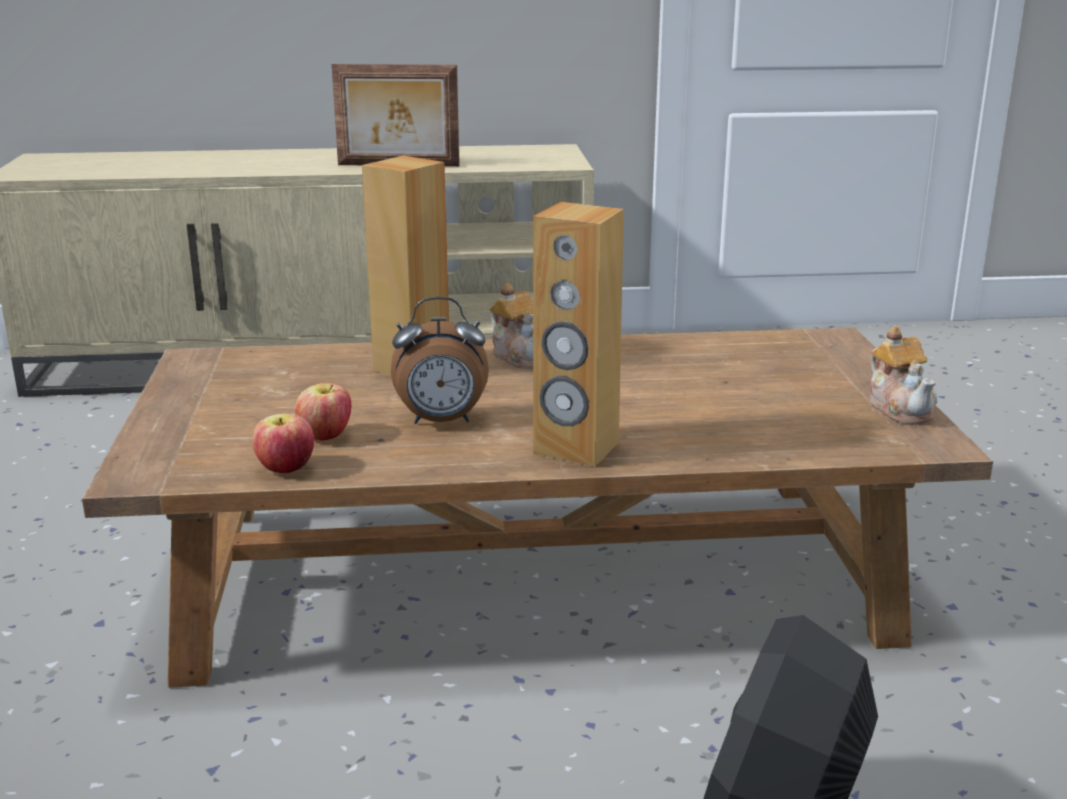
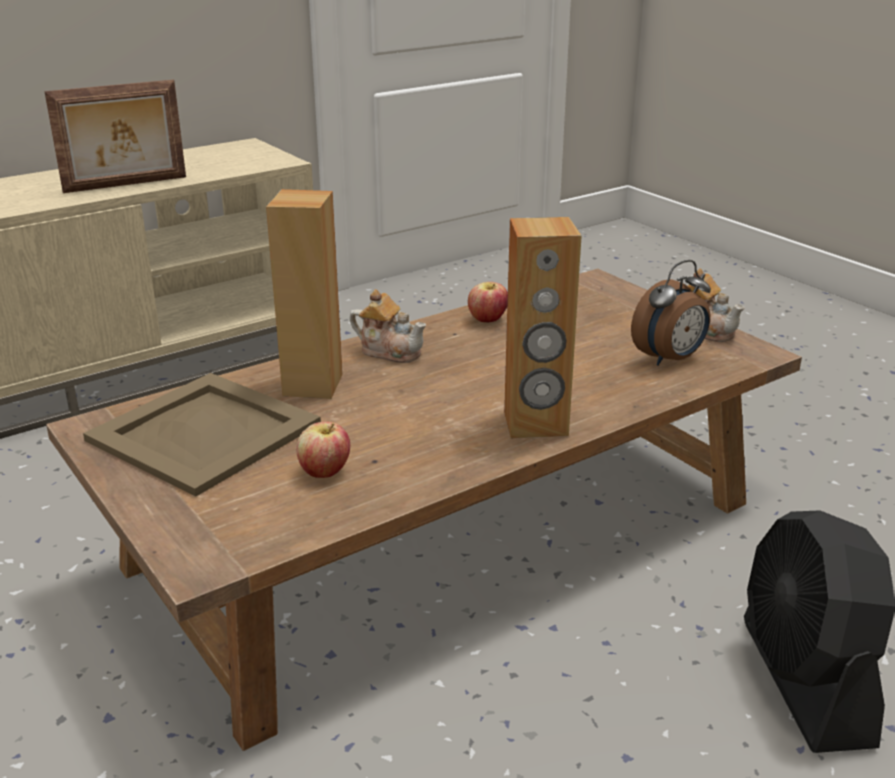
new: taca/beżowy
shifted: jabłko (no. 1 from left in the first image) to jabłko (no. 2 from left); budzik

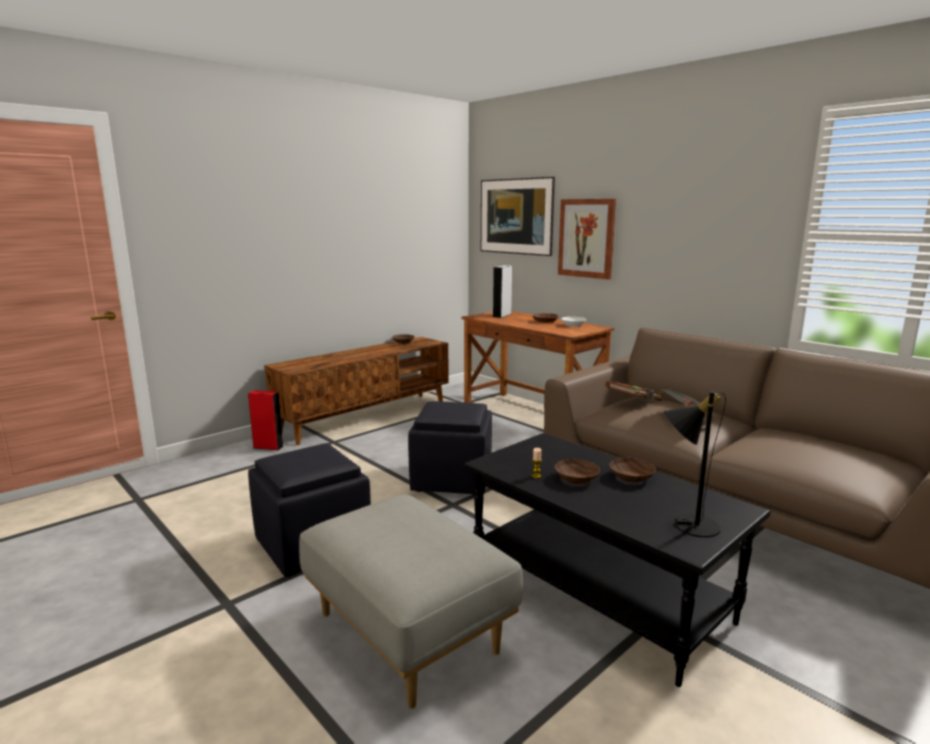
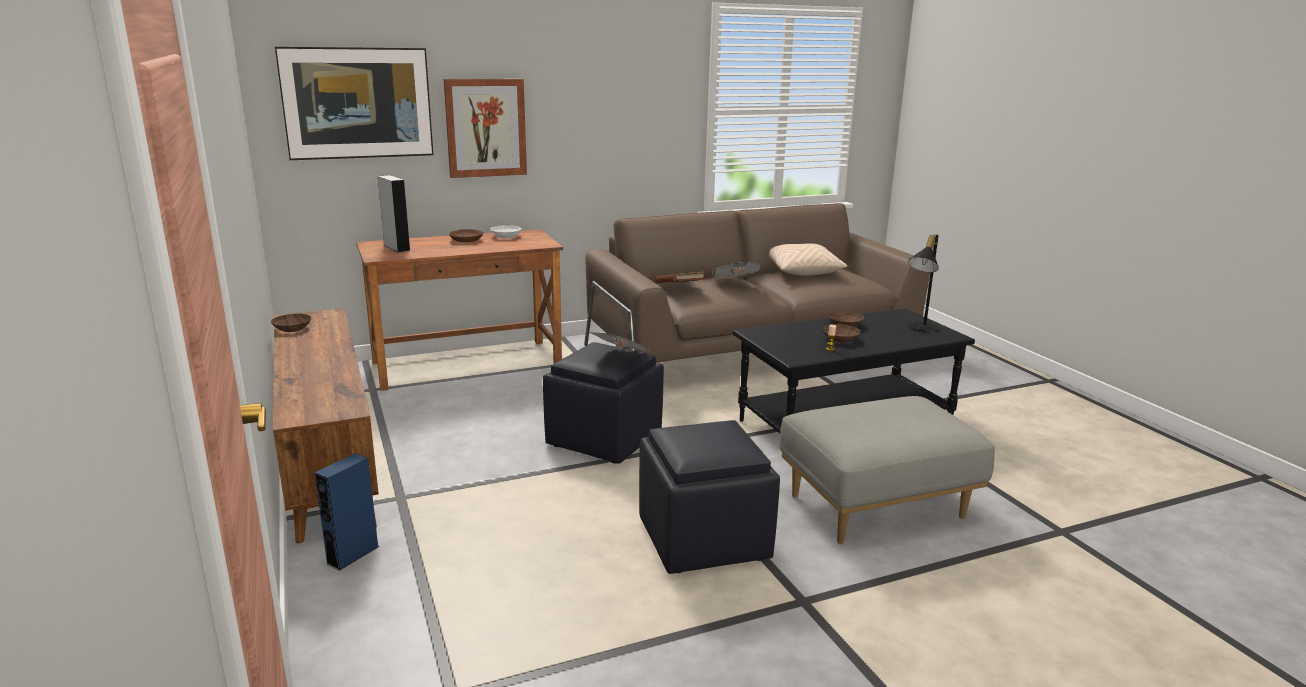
new: gazeta (no. 1 from left); poduszka/beżowy
repainted: głośnik/czerwony to głośnik/niebieski

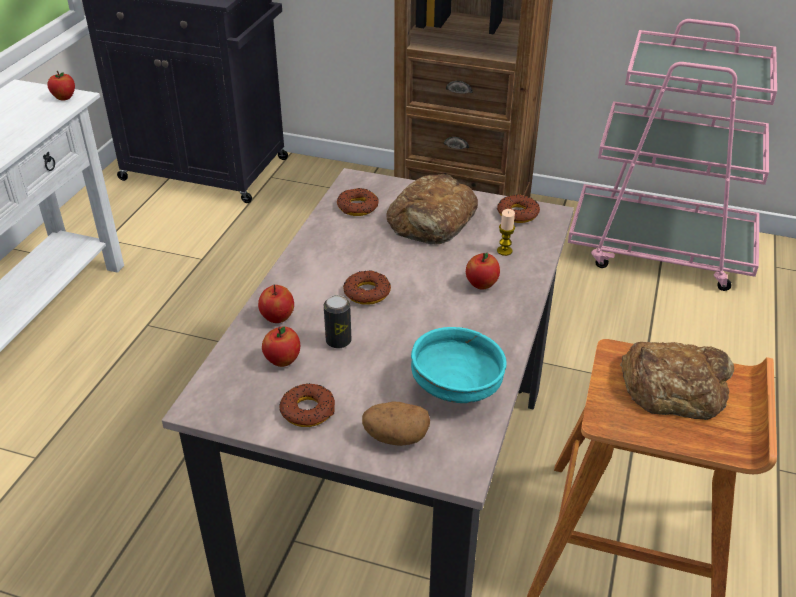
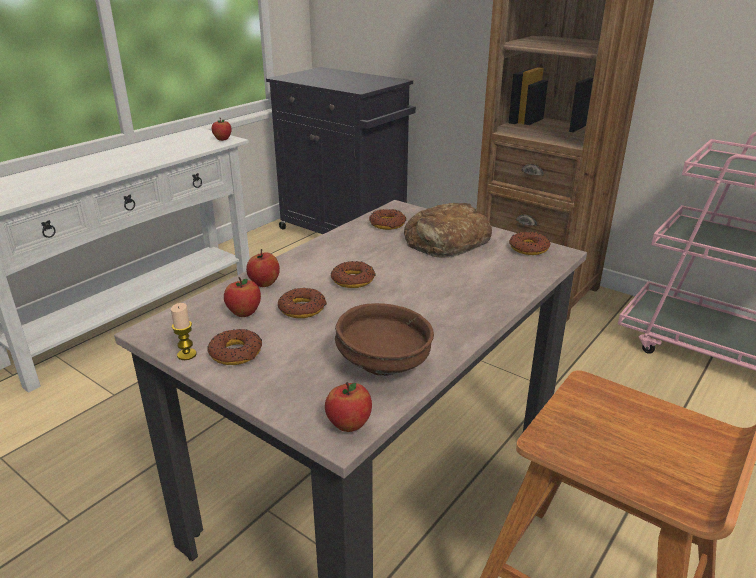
gone: ziemniak; chleb (no. 2 from left)
shifted: świeca; jabłko (no. 4 from left)
swapped: puszka to donut (no. 2 from left)
repainted: miska/turkusowy to miska/brązowy

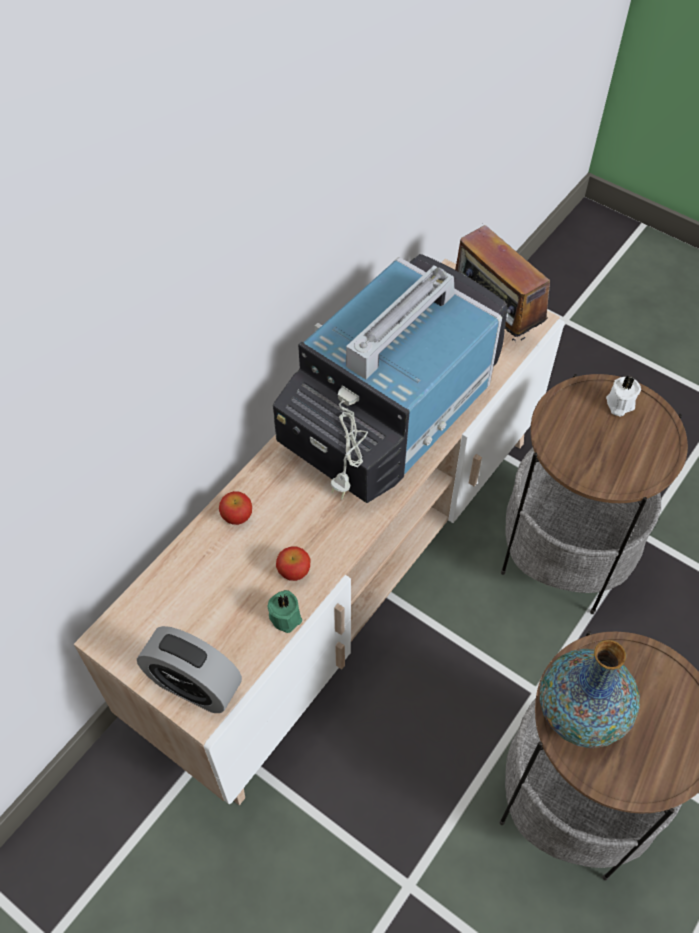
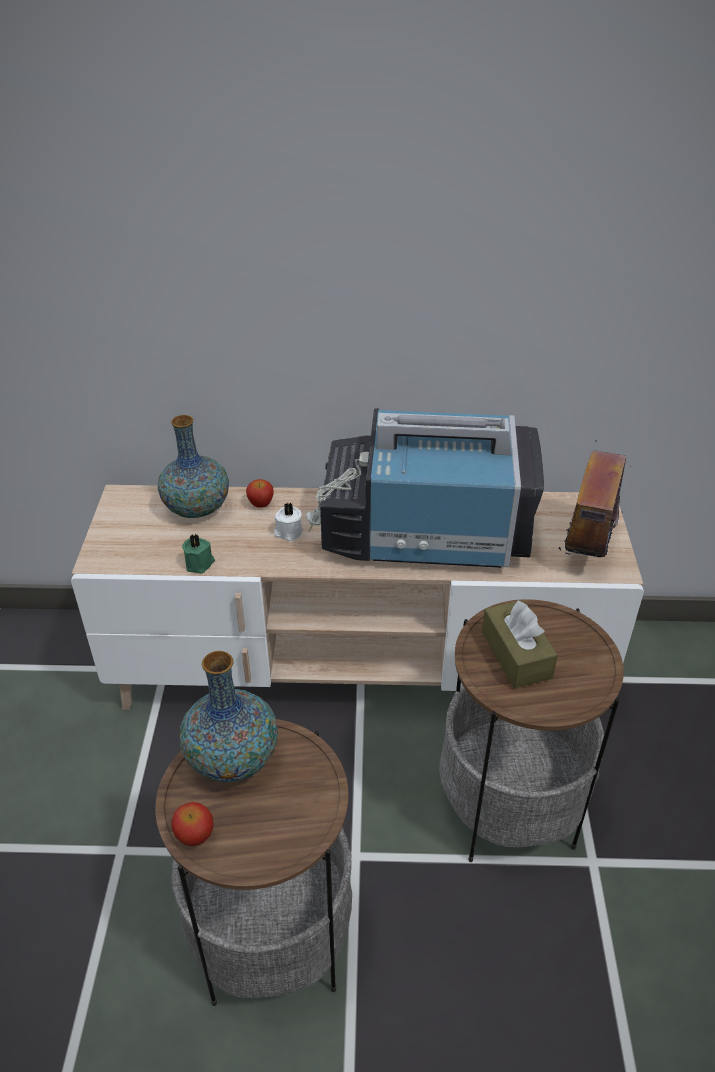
gone: budzik
new: wazon (no. 1 from left); pudełko chusteczek/brązowy
shifted: jabłko (no. 2 from left in the first image) to jabłko (no. 1 from left); świeca/biały

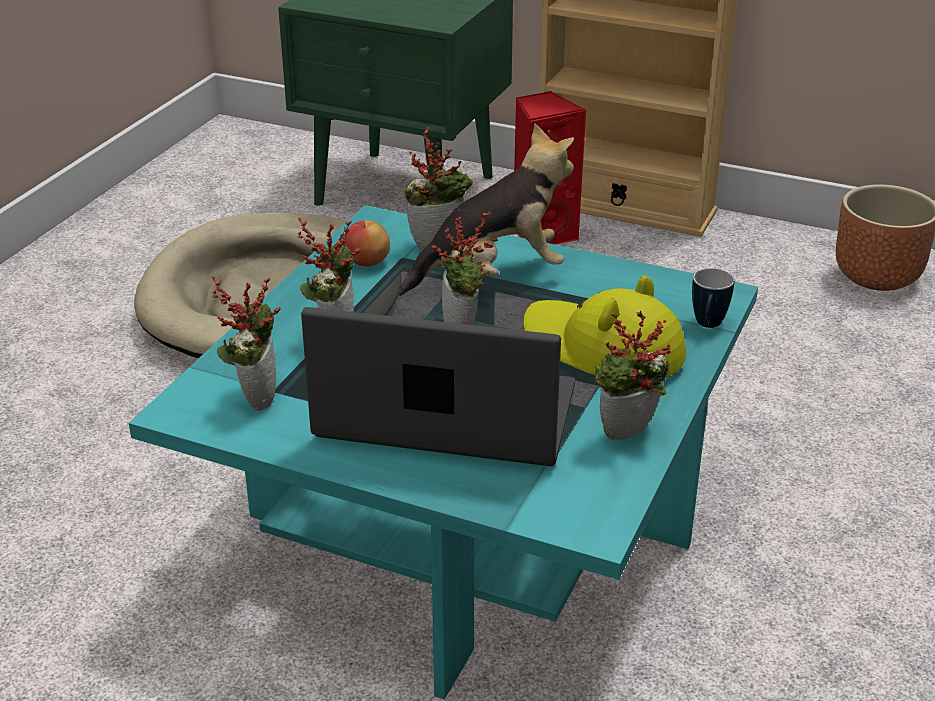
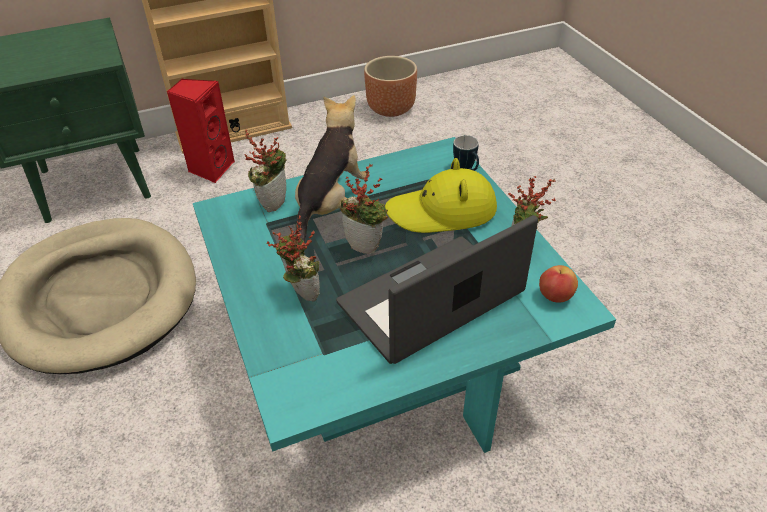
gone: roślina doniczkowa (no. 1 from left)
shifted: jabłko

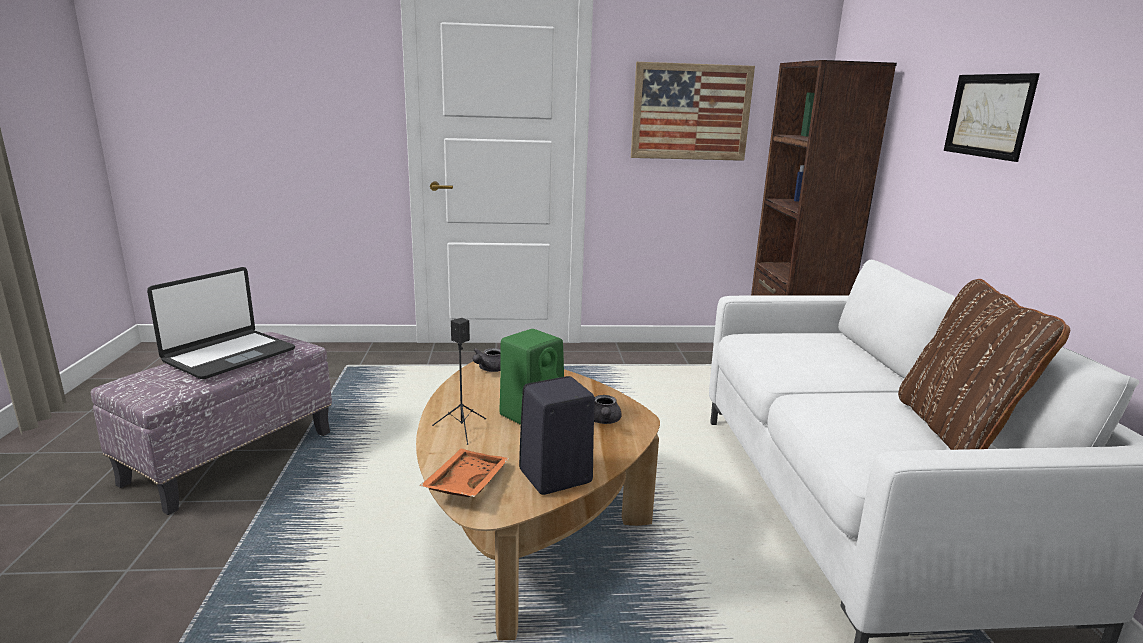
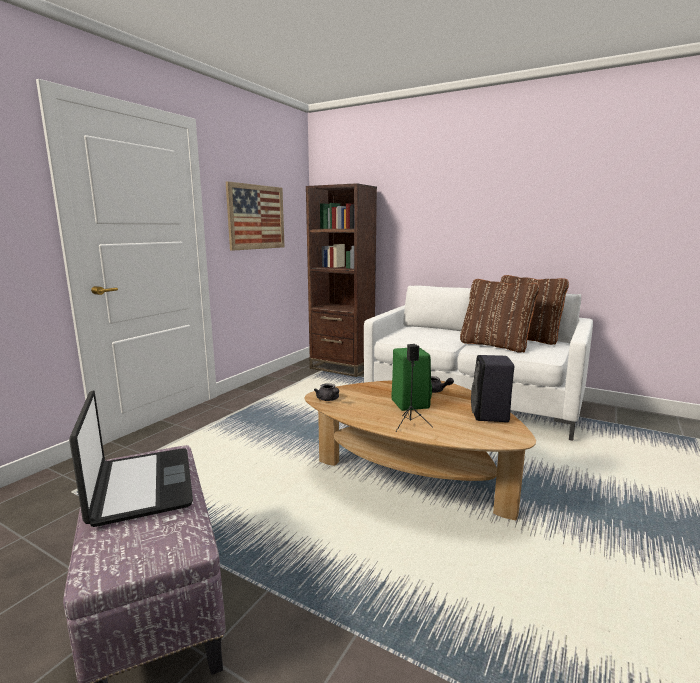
gone: taca/pomarańczowy; obraz (no. 2 from left)
new: poduszka/brązowy (no. 1 from left)

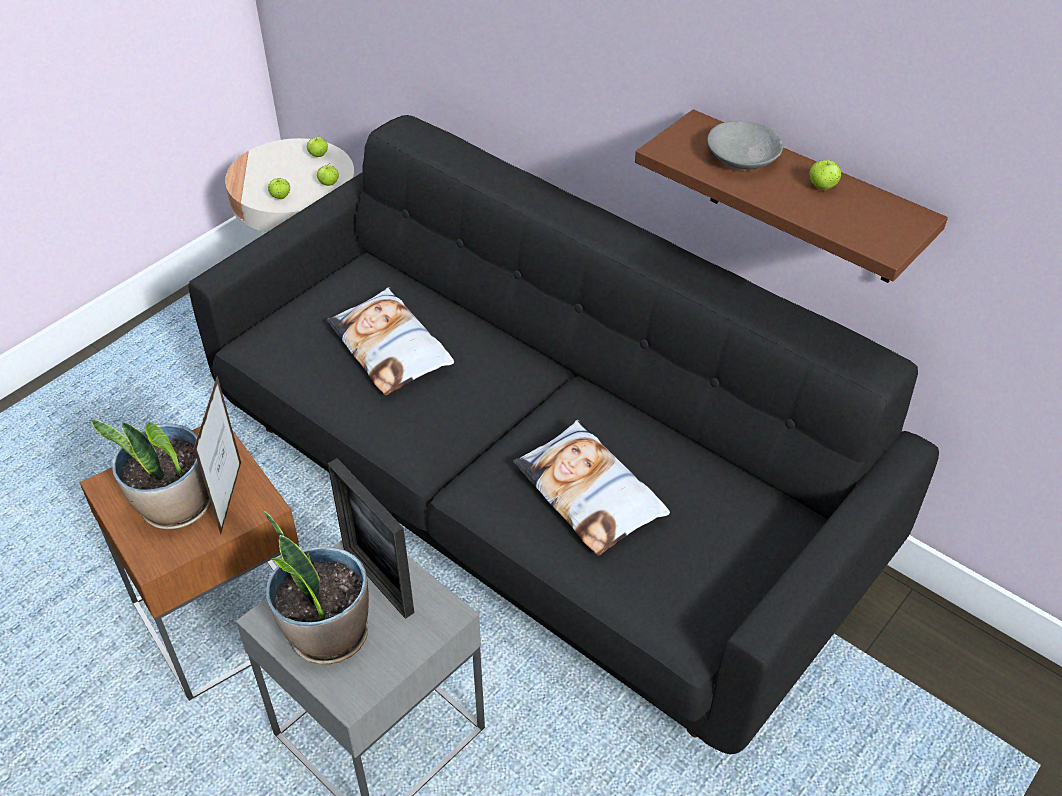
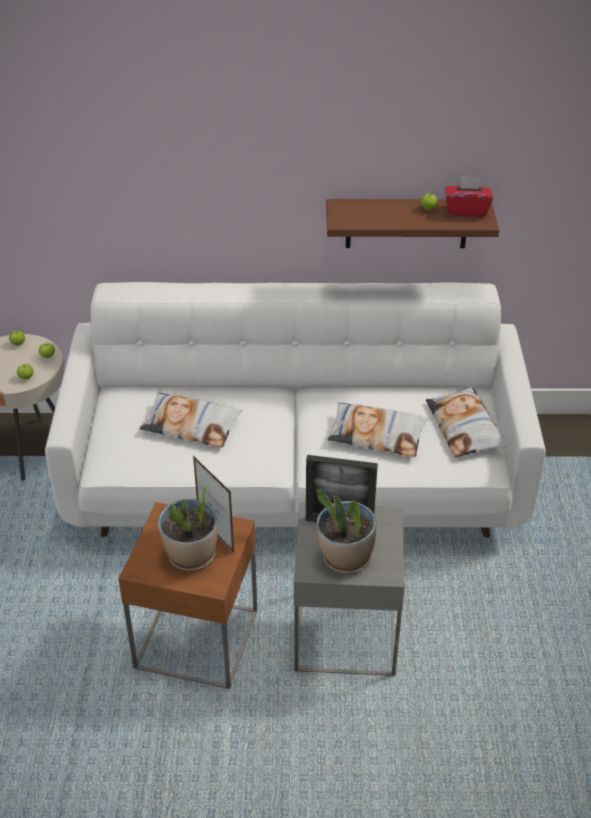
gone: miska/szary
new: poduszka (no. 3 from left); pudełko chusteczek/czerwony
repainted: kanapa/czarny to kanapa/biały

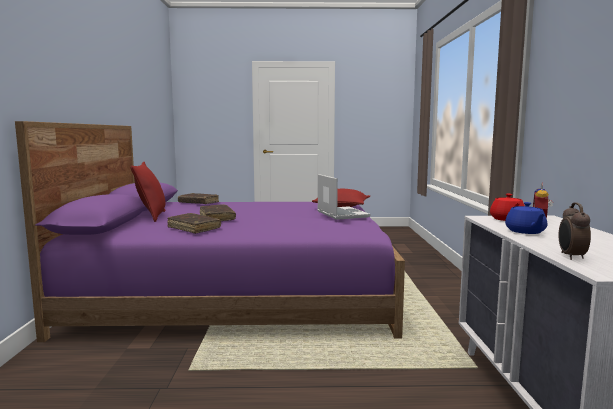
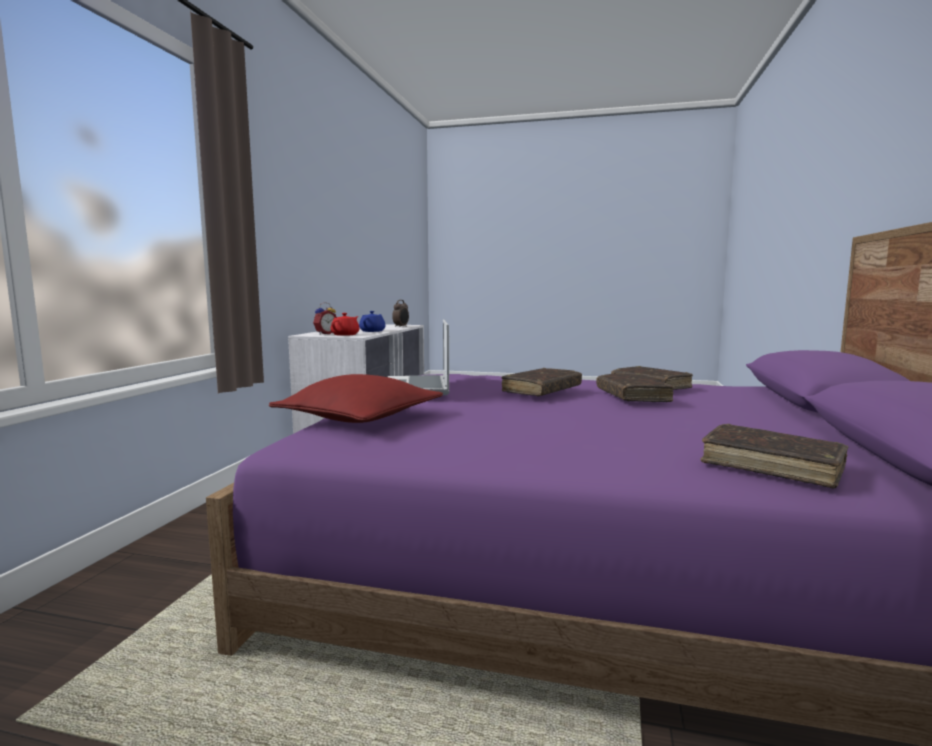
gone: poduszka/czerwony (no. 1 from left)
new: książka/brązowy (no. 1 from left)

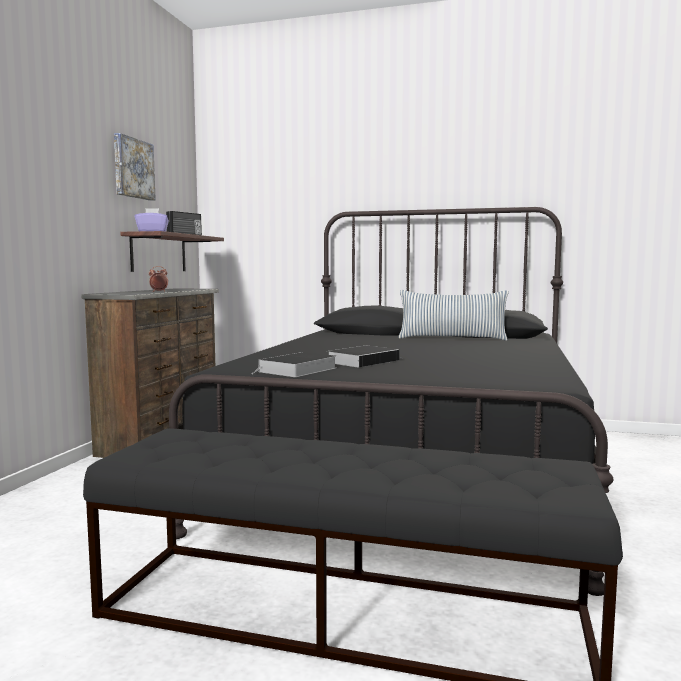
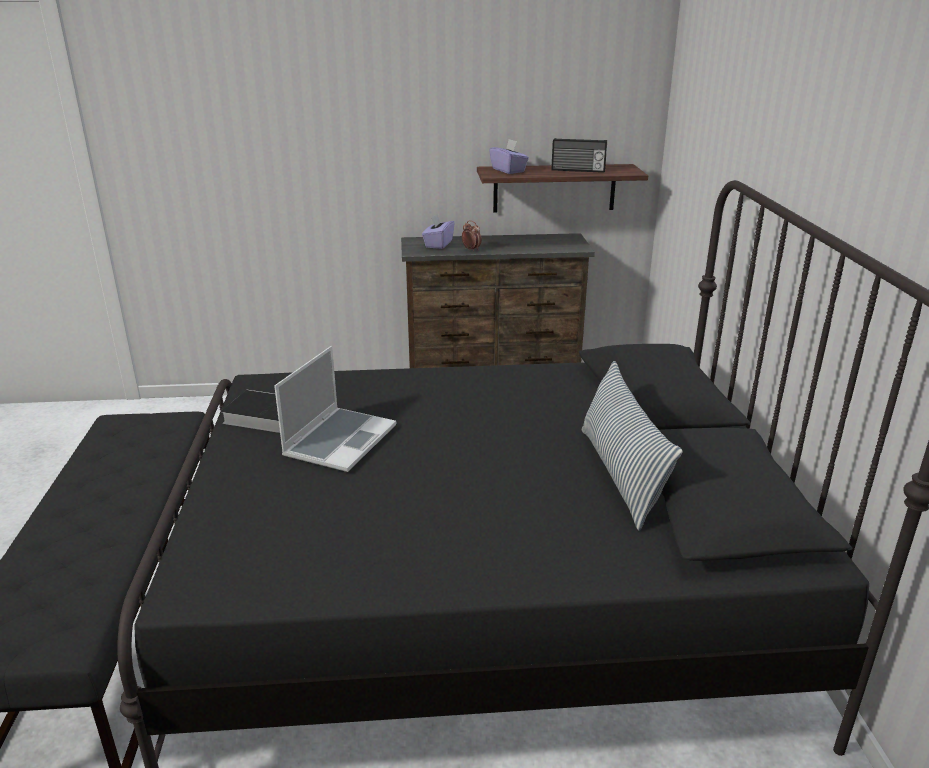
gone: obraz
new: pudełko chusteczek/fioletowy (no. 1 from left)
swapped: książka (no. 2 from left) to laptop

